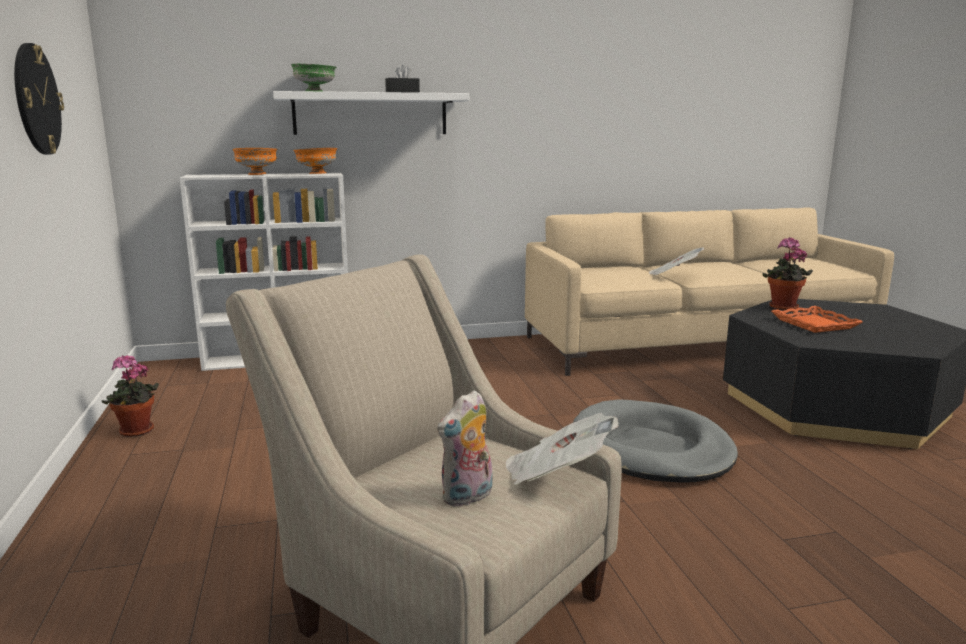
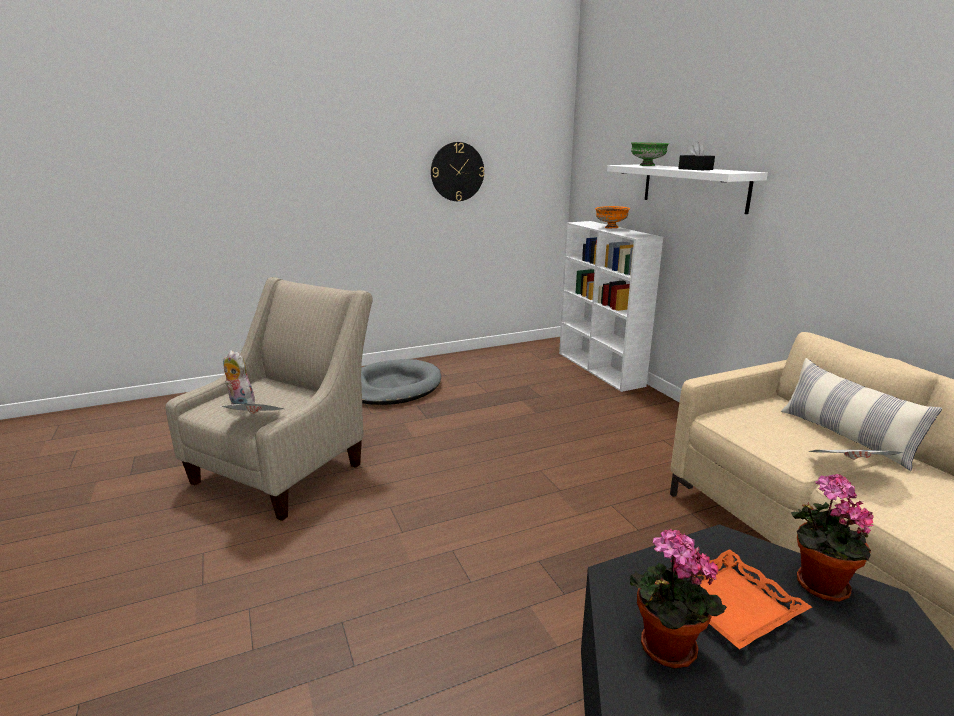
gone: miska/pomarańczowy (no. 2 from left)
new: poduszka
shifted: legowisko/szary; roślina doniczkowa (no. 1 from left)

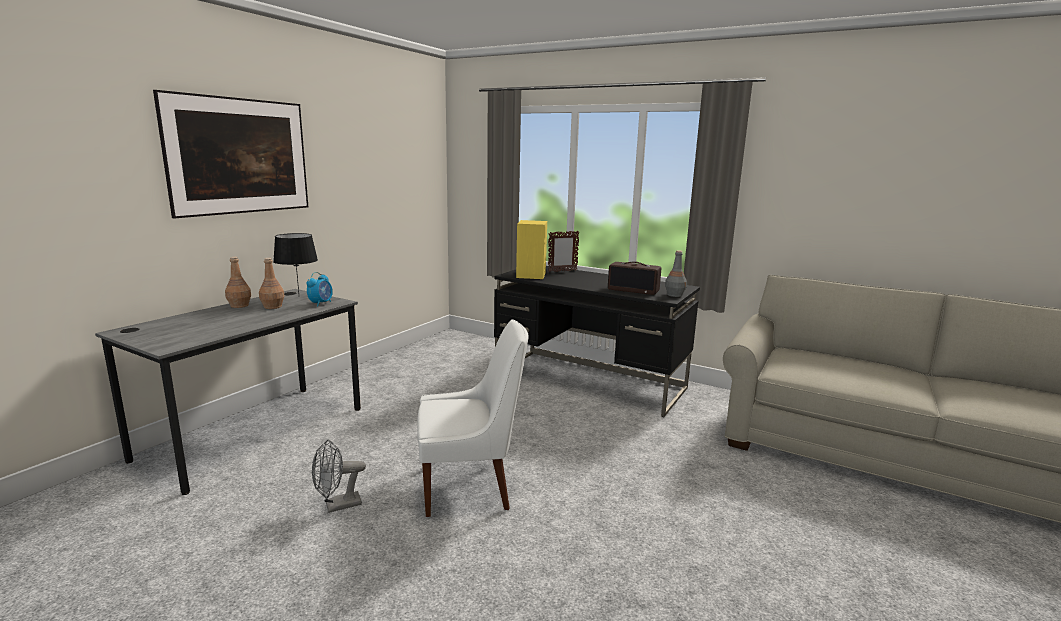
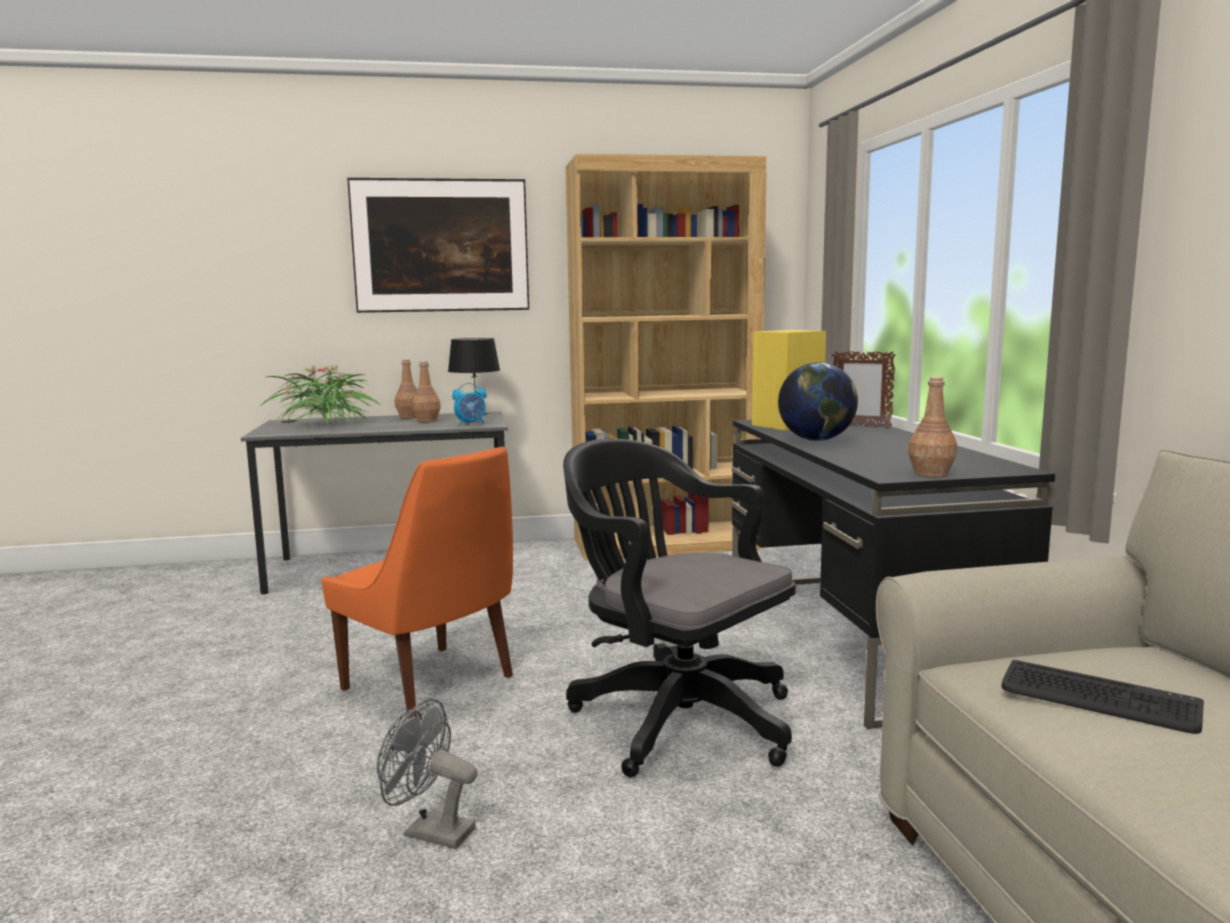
gone: radio
new: roślina doniczkowa; krzesło biurowe/czarny; regał/brązowy; globus; klawiatura
shifted: wentylator/szary
repainted: krzesło/biały to krzesło/pomarańczowy; butelka/szary to butelka/brązowy (no. 3 from left)

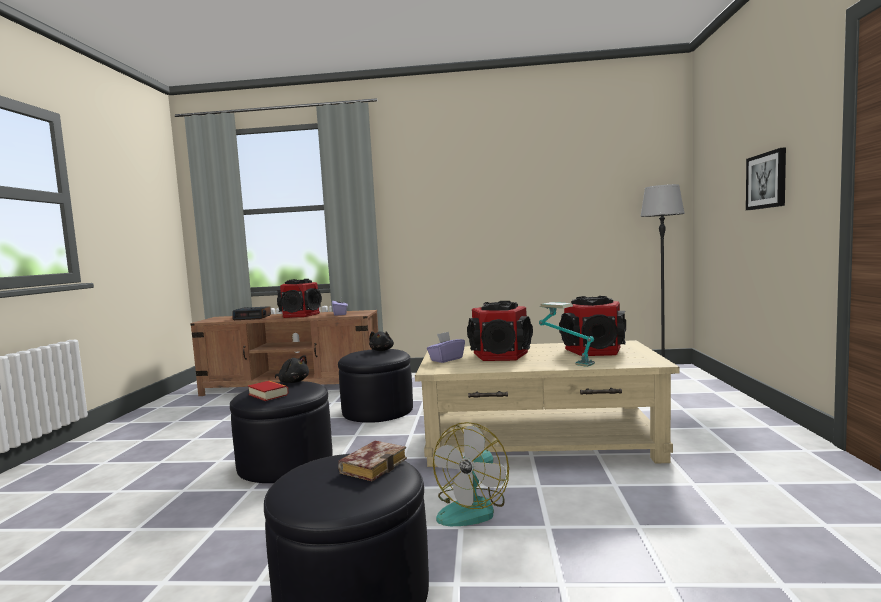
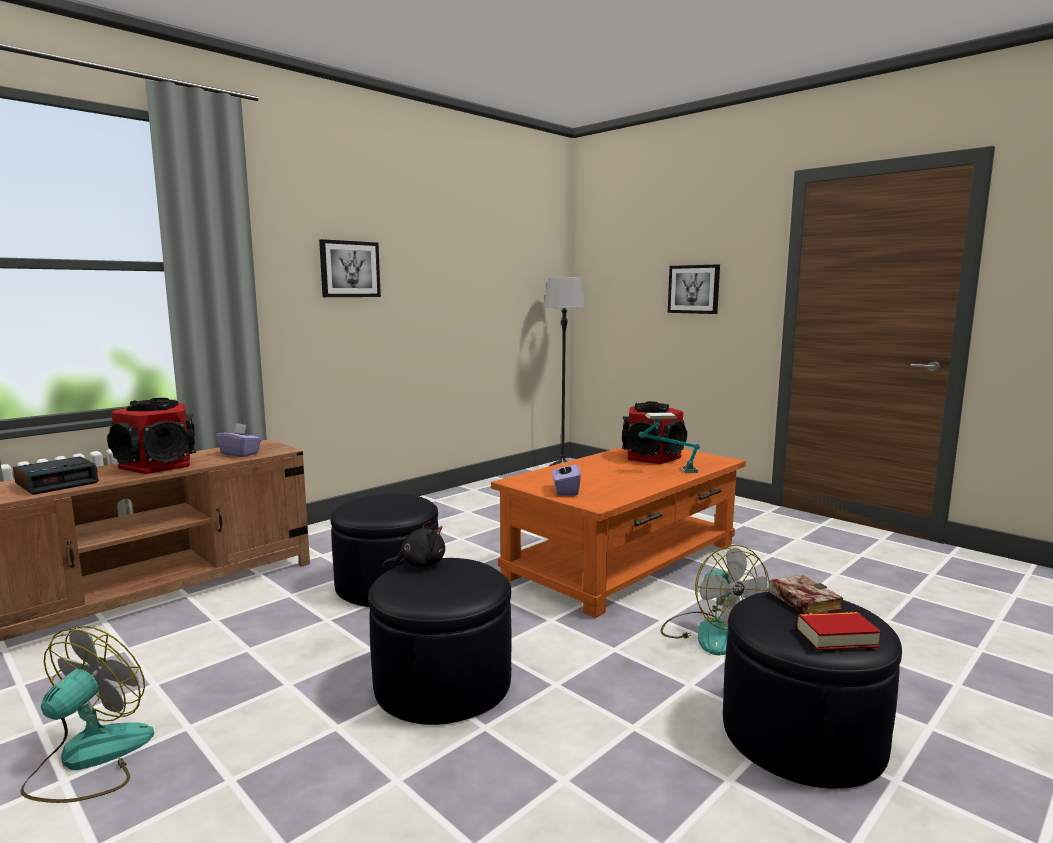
gone: pluszak/czarny (no. 2 from left); głośnik (no. 2 from left)
new: wentylator (no. 1 from left); obraz (no. 1 from left)
shifted: książka (no. 1 from left in the first image) to książka (no. 2 from left)
repainted: ława/beżowy to ława/pomarańczowy

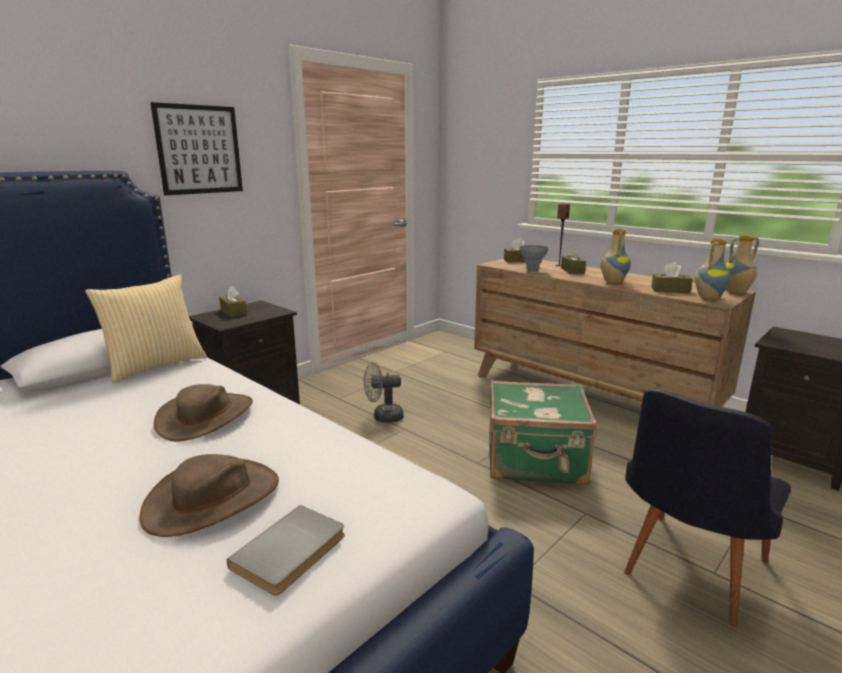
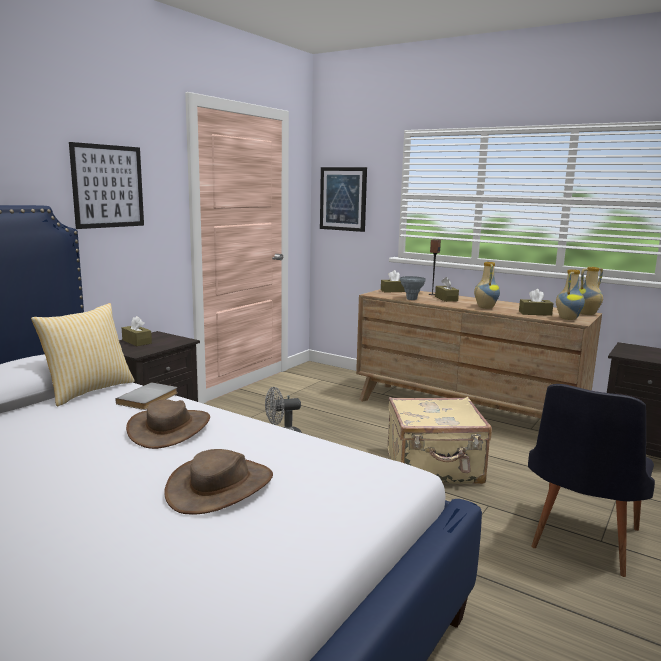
new: obraz (no. 2 from left)
shifted: książka/szary
repainted: walizka/zielony to walizka/beżowy

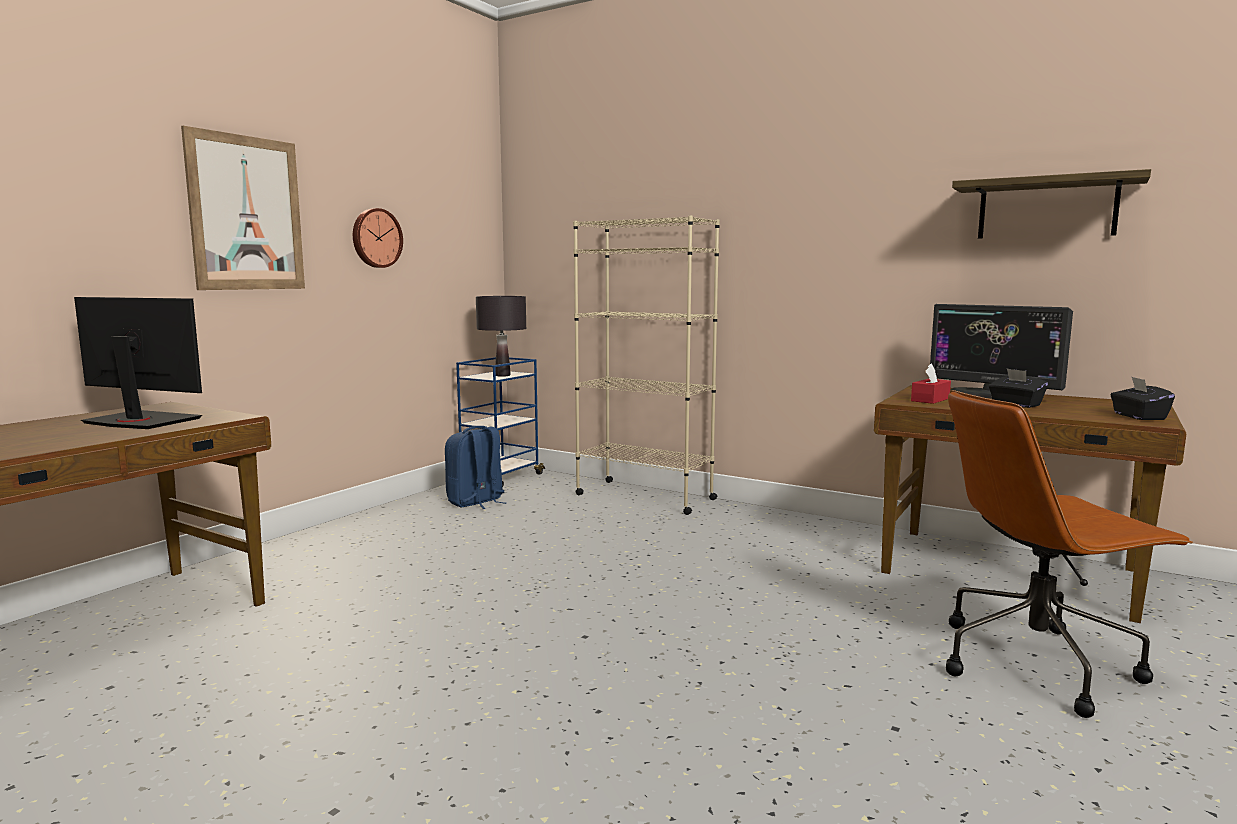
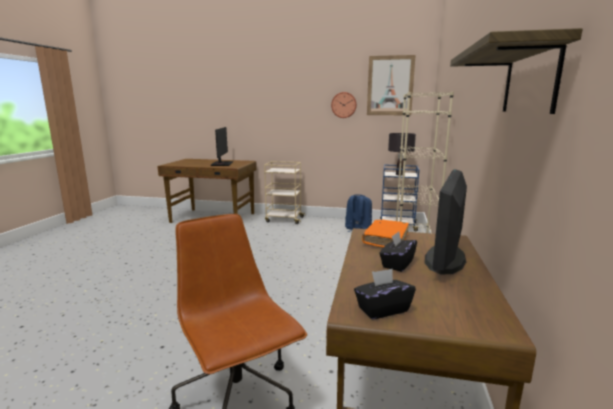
new: wózek/beżowy
shifted: obraz
swapped: pudełko chusteczek/czerwony to książka/pomarańczowy

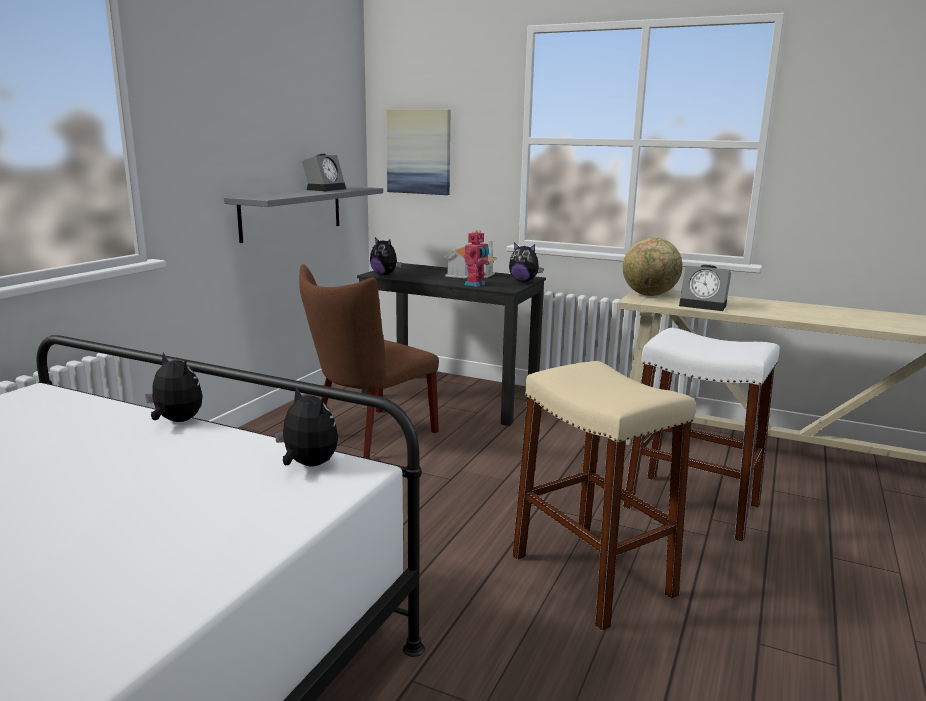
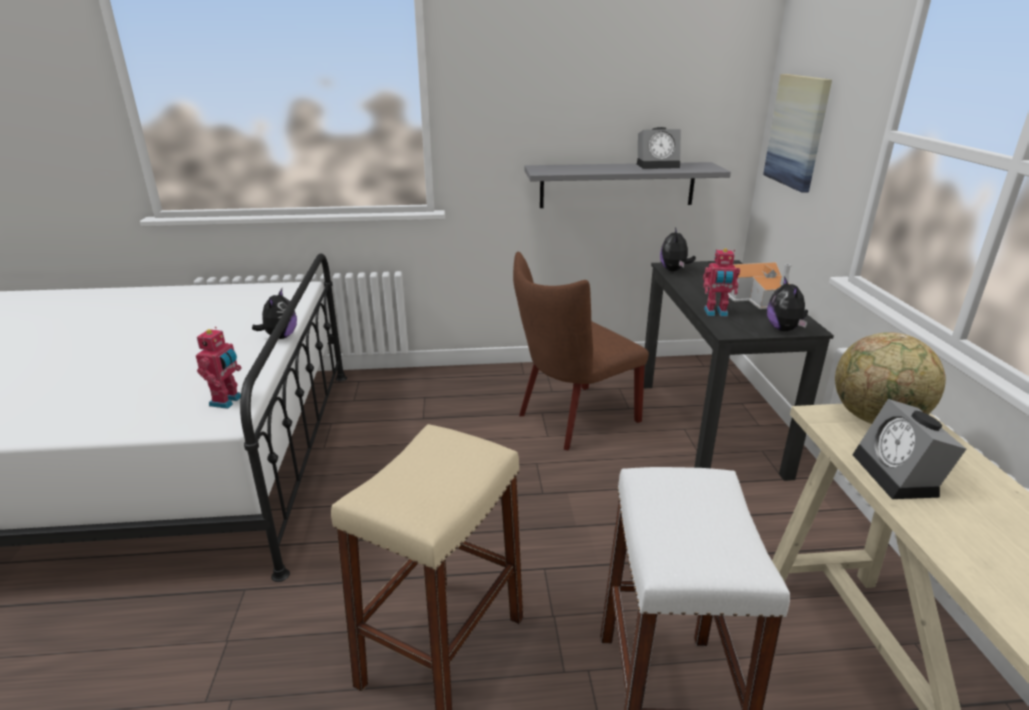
swapped: pluszak (no. 2 from left) to robot zabawkowy (no. 1 from left)
rotated: krzesło/brązowy 45 degrees counterclockwise

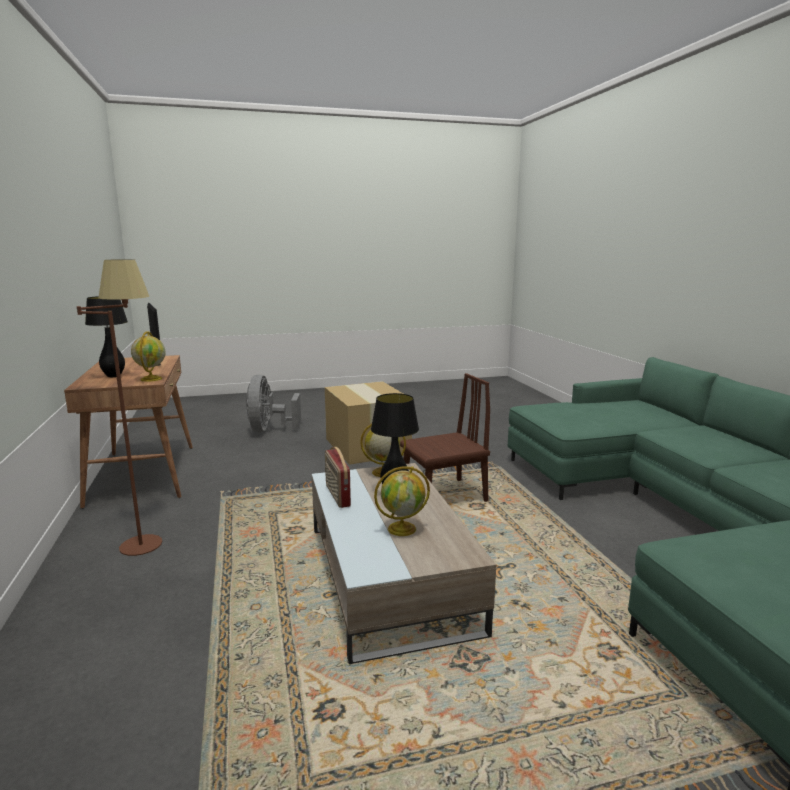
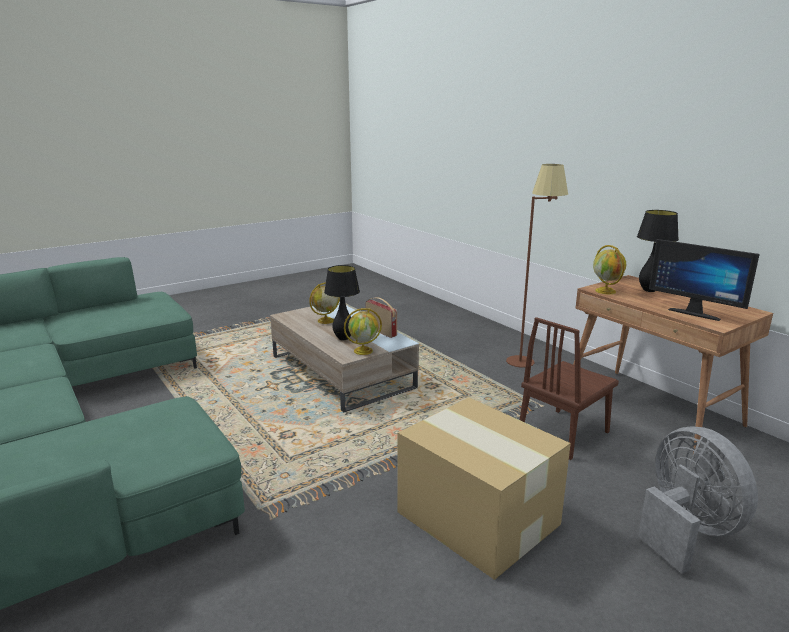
shifted: krzesło/brązowy

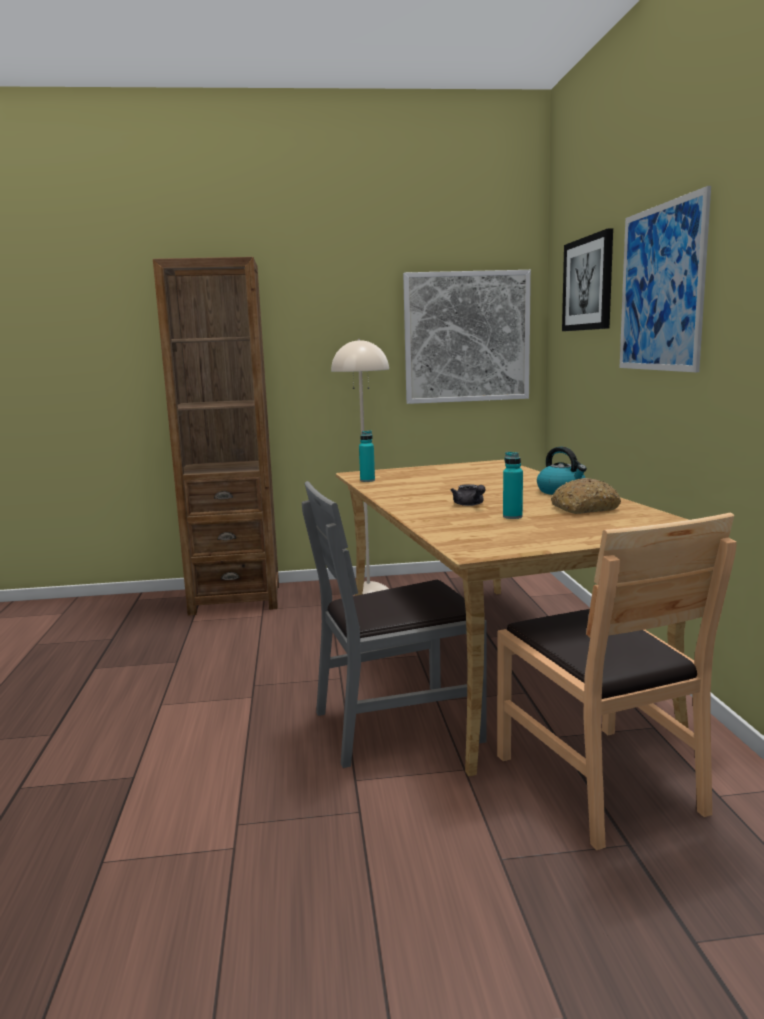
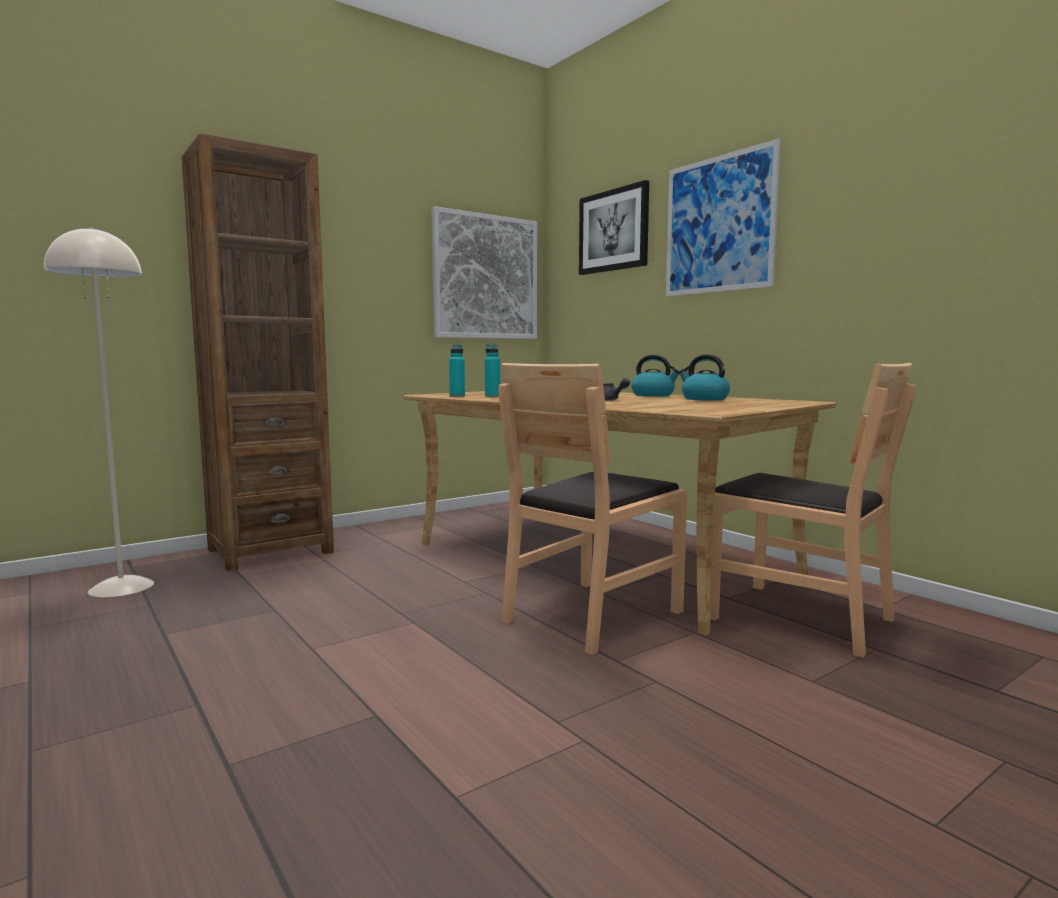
shifted: lampa stojąca/beżowy; butelka/turkusowy (no. 2 from left)
swapped: chleb to czajnik (no. 2 from left)
repainted: krzesło/szary to krzesło/brązowy (no. 1 from left)

